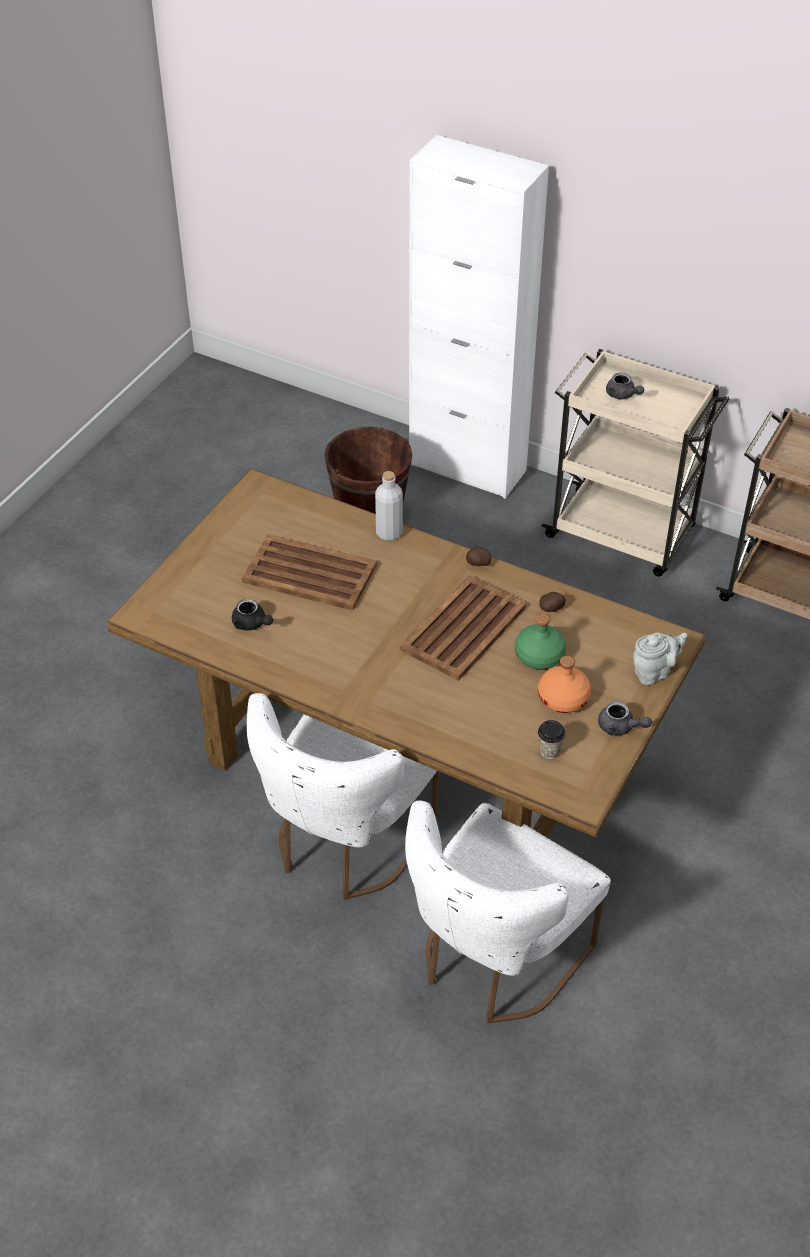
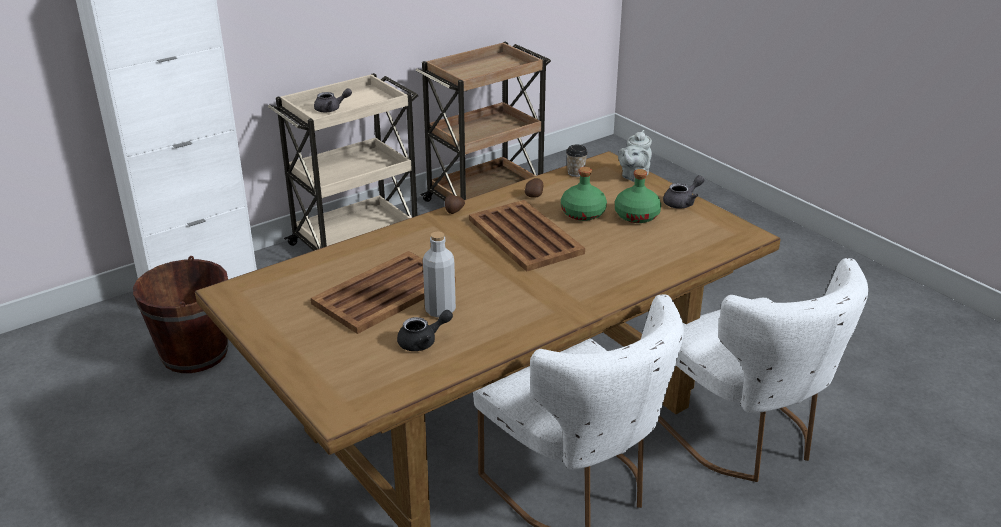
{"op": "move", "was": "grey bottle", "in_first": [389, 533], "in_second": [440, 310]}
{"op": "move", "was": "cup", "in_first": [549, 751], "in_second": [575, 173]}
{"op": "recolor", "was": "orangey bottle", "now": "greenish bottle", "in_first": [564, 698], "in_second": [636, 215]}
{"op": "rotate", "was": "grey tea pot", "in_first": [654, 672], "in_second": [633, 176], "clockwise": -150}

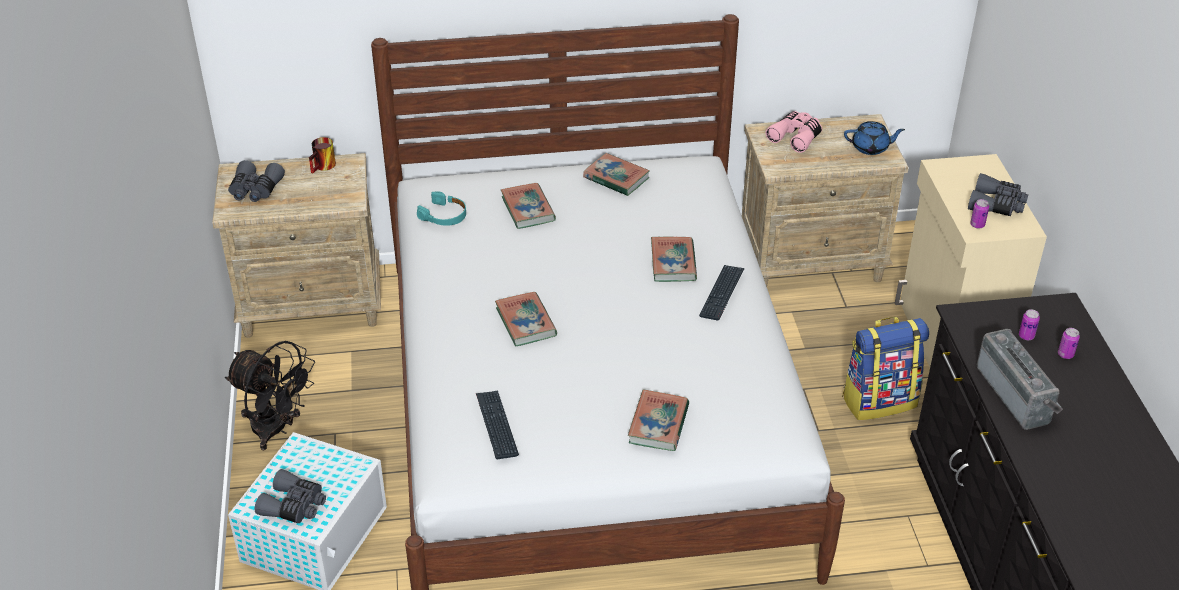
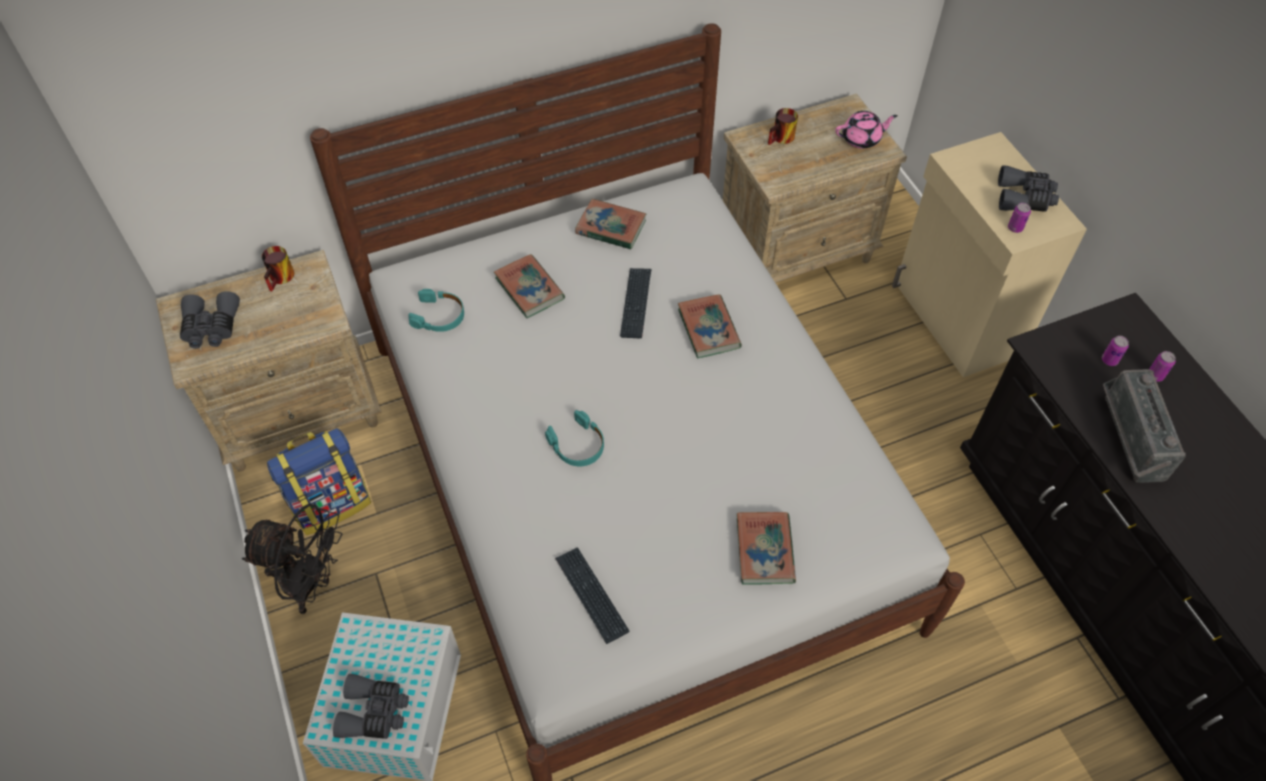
{"op": "move", "was": "computer keyboard", "in_first": [721, 293], "in_second": [636, 303]}
{"op": "move", "was": "knapsack", "in_first": [879, 400], "in_second": [331, 503]}
{"op": "replace", "was": "bound book", "now": "turquoise headphones", "in_first": [526, 322], "in_second": [577, 445]}
{"op": "replace", "was": "pinkish field glasses", "now": "mug", "in_first": [796, 137], "in_second": [782, 139]}
{"op": "recolor", "was": "blue-coloured tea pot", "now": "pinkish tea pot", "in_first": [871, 148], "in_second": [862, 139]}
{"op": "rotate", "was": "radio", "in_first": [1017, 394], "in_second": [1127, 439], "clockwise": -150}

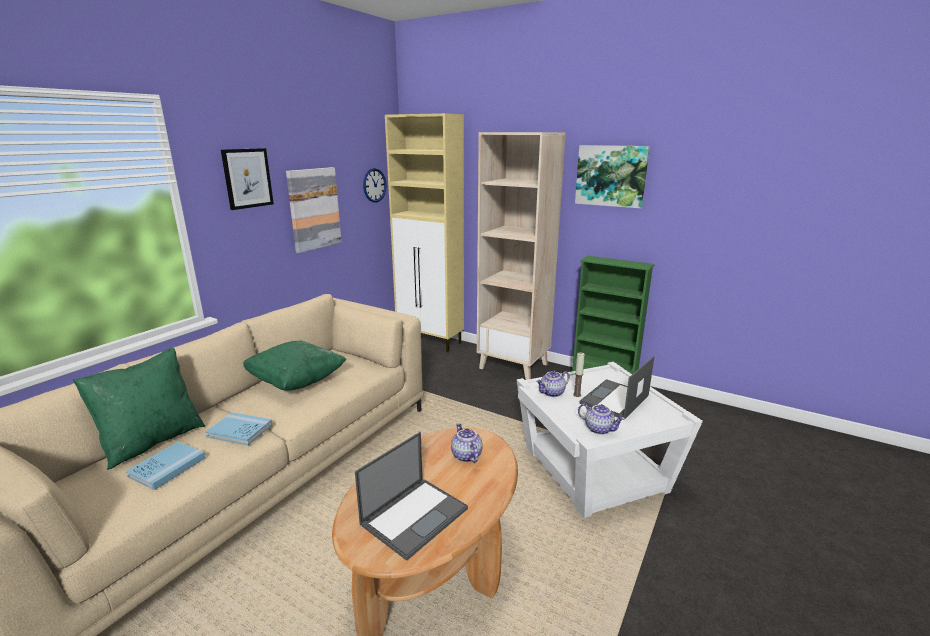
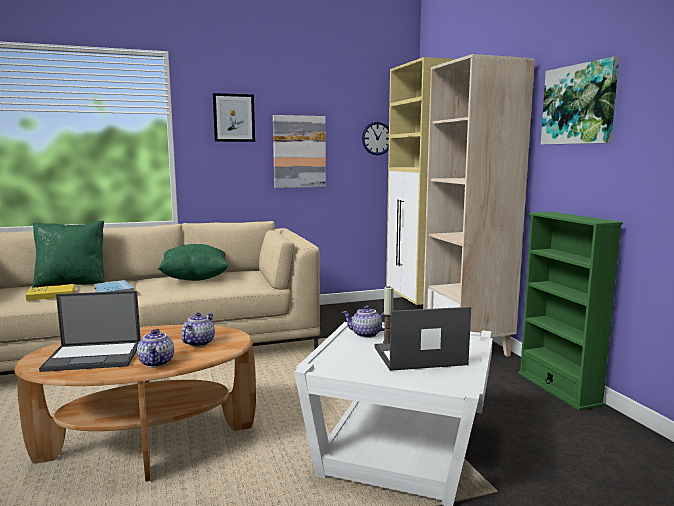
{"op": "move", "was": "tea pot", "in_first": [599, 429], "in_second": [157, 363]}
{"op": "recolor", "was": "blue-coloured bound book", "now": "yellow-coloured bound book", "in_first": [167, 467], "in_second": [51, 294]}

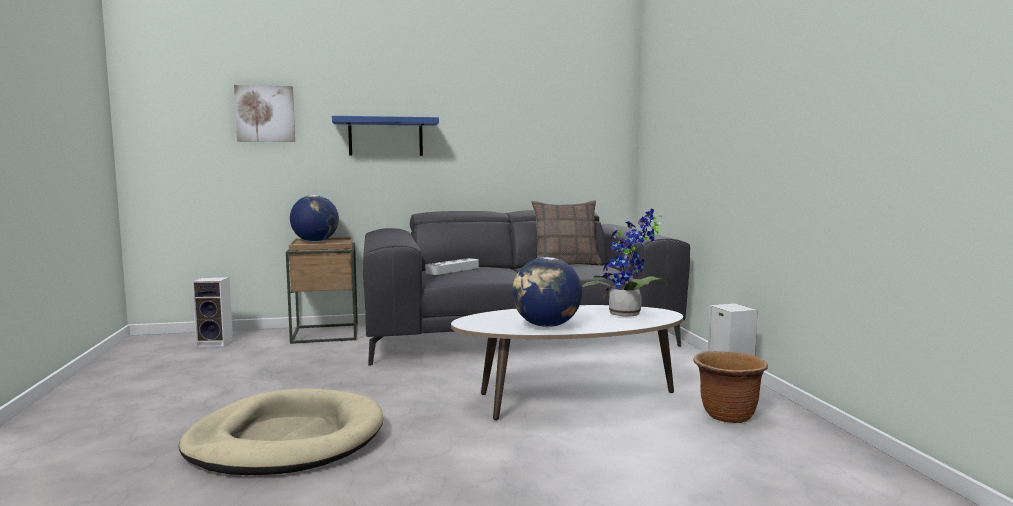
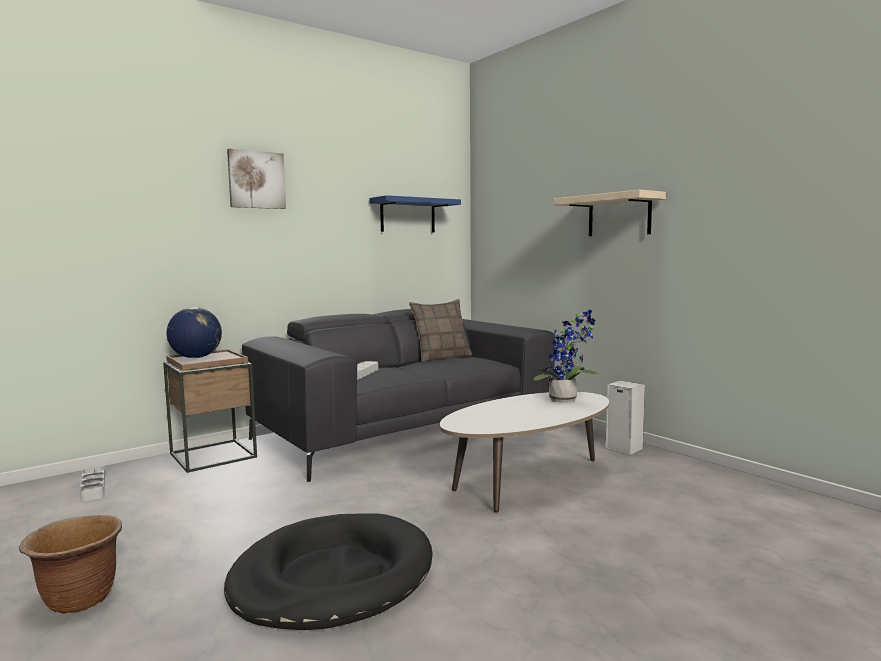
{"op": "delete", "was": "globe", "in_first": [546, 326]}
{"op": "insert", "now": "beige-coloured wall shelf", "in_second": [619, 215]}
{"op": "move", "was": "picture", "in_first": [265, 114], "in_second": [256, 180]}
{"op": "move", "was": "blue-coloured wall shelf", "in_first": [385, 137], "in_second": [408, 216]}
{"op": "move", "was": "brownish plant pot", "in_first": [727, 415], "in_second": [79, 599]}
{"op": "replace", "was": "speaker", "now": "grey carrying tray", "in_first": [216, 343], "in_second": [93, 487]}
{"op": "recolor", "was": "beige-coloured dog bed", "now": "black-coloured dog bed", "in_first": [286, 440], "in_second": [332, 577]}

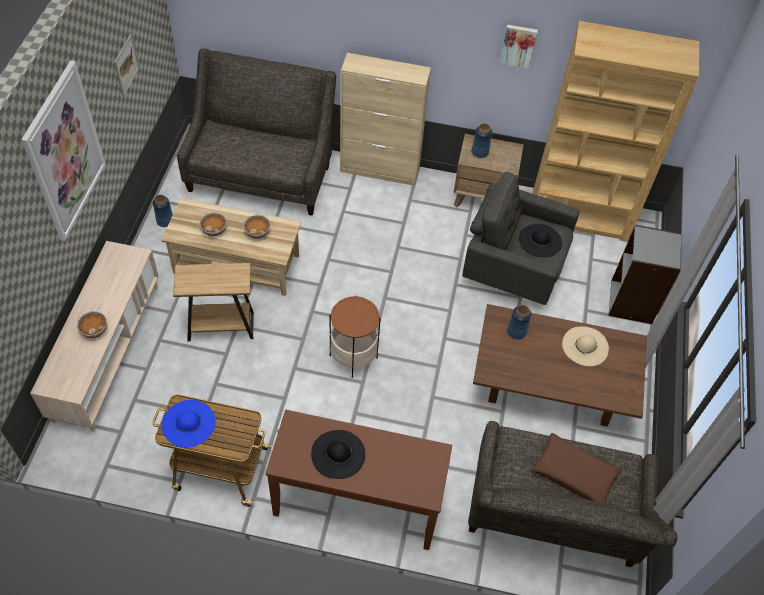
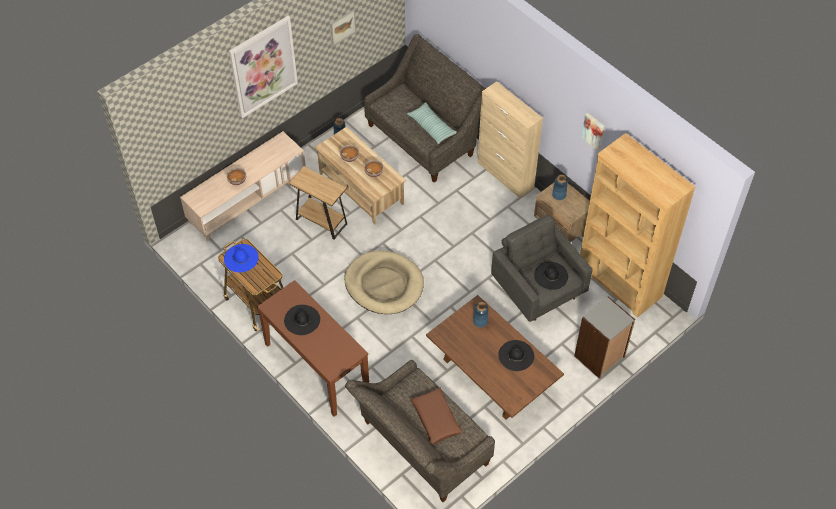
{"op": "insert", "now": "throw pillow", "in_second": [431, 127]}
{"op": "replace", "was": "side table", "now": "beige-coloured dog bed", "in_first": [353, 357], "in_second": [384, 284]}
{"op": "recolor", "was": "beige-coloured wearable hat", "now": "black-coloured wearable hat", "in_first": [585, 346], "in_second": [516, 355]}

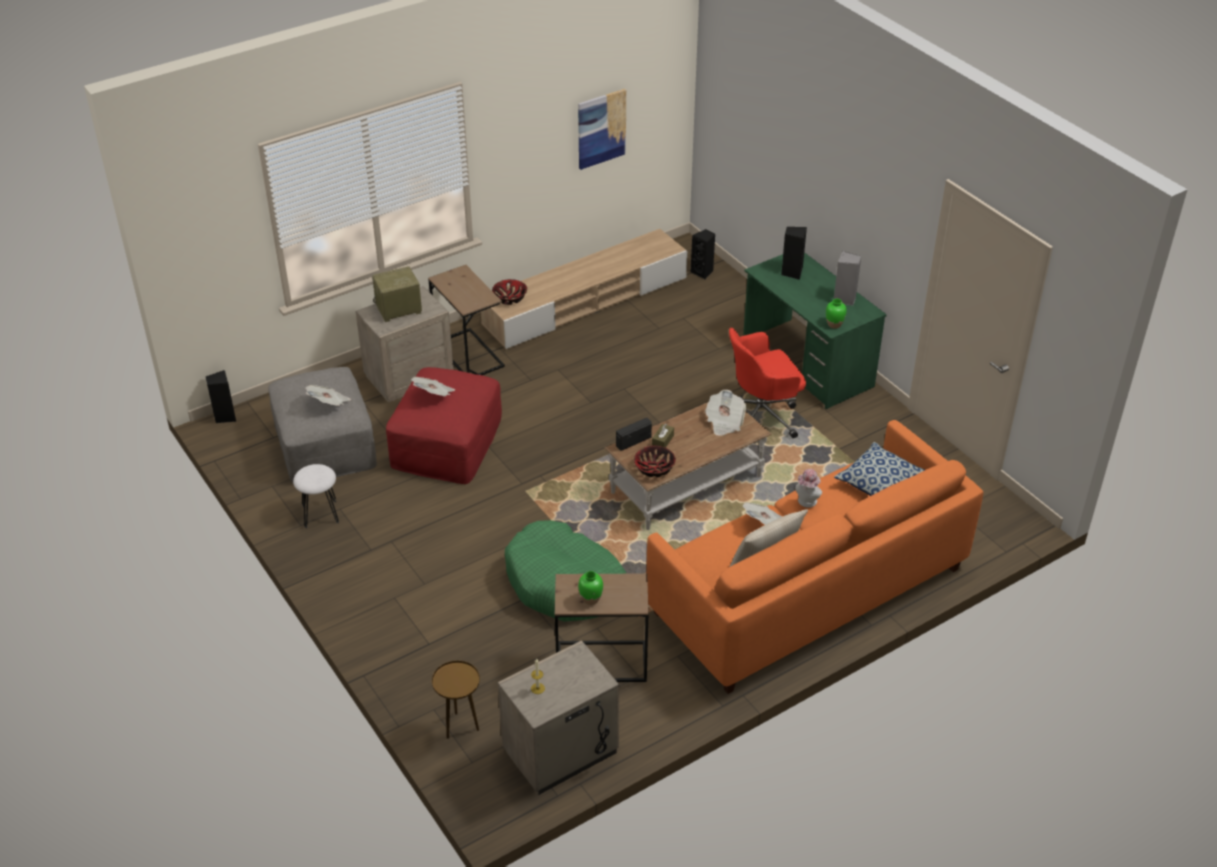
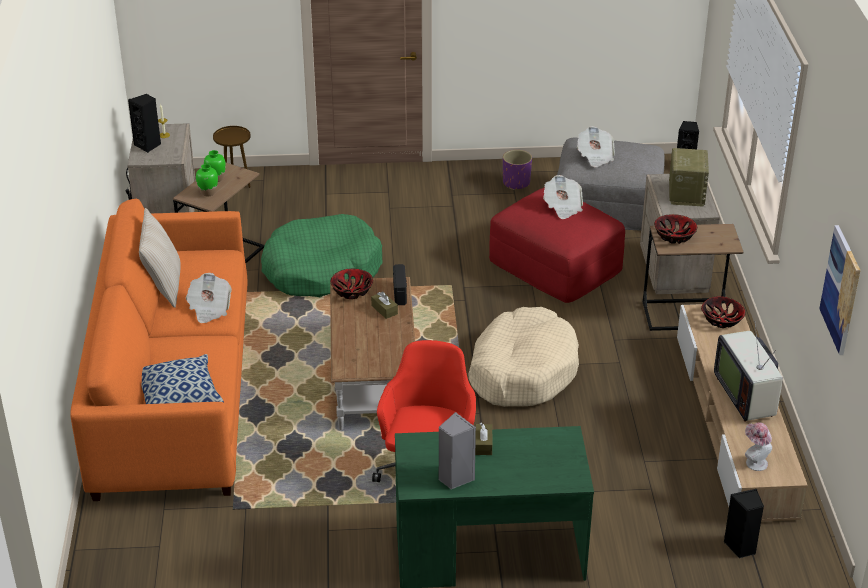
{"op": "delete", "was": "printed paper", "in_first": [724, 422]}
{"op": "insert", "now": "beige-coloured dog bed", "in_second": [522, 371]}
{"op": "insert", "now": "brownish tissue box", "in_second": [483, 444]}
{"op": "insert", "now": "serving bowl", "in_second": [674, 236]}
{"op": "insert", "now": "television", "in_second": [747, 395]}
{"op": "move", "was": "black-coloured speaker", "in_first": [792, 272], "in_second": [148, 145]}
{"op": "move", "was": "wearable hat", "in_first": [806, 502], "in_second": [754, 461]}
{"op": "move", "was": "greenish flower vase", "in_first": [834, 324], "in_second": [208, 193]}
{"op": "replace", "was": "white stool seat", "now": "purple-coloured plant pot", "in_first": [320, 514], "in_second": [516, 183]}

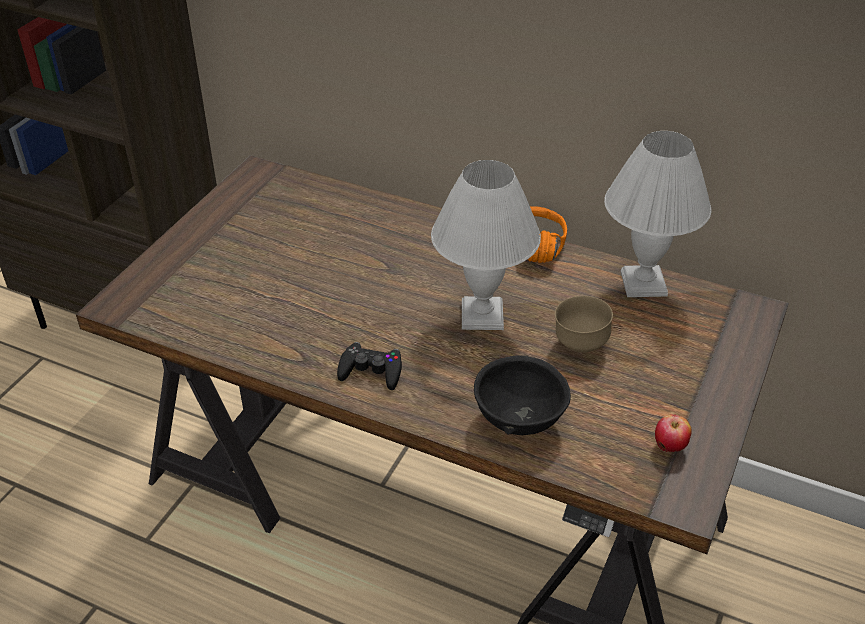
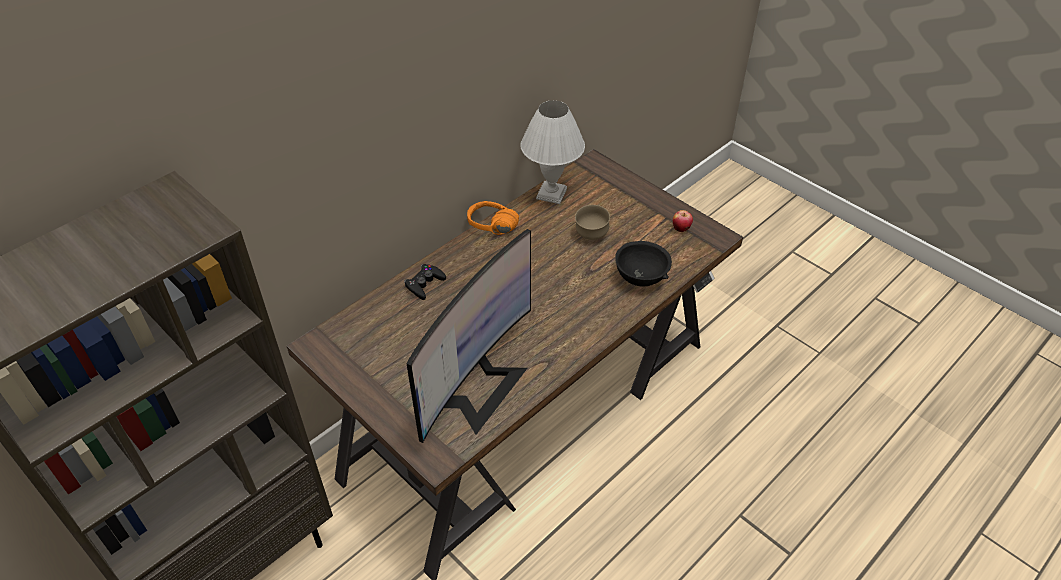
{"op": "delete", "was": "white lamp for a table", "in_first": [483, 315]}
{"op": "insert", "now": "computer screen", "in_second": [476, 387]}
{"op": "move", "was": "black-coloured game controller", "in_first": [371, 371], "in_second": [424, 284]}

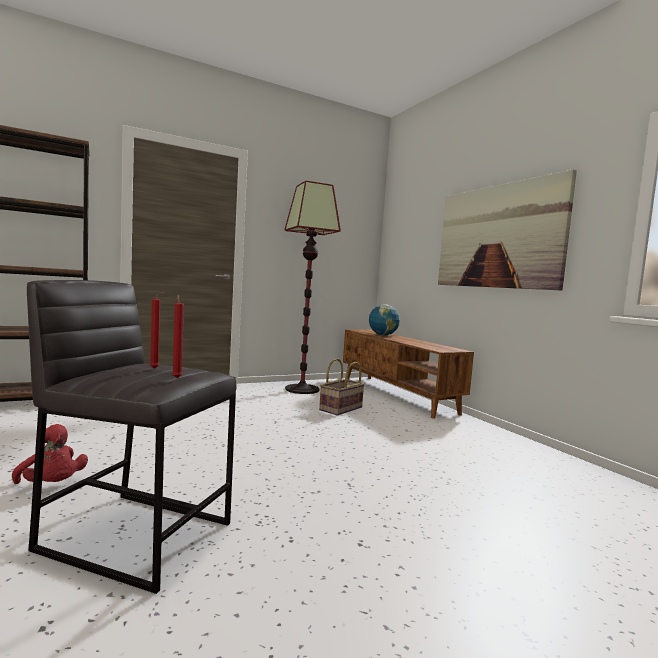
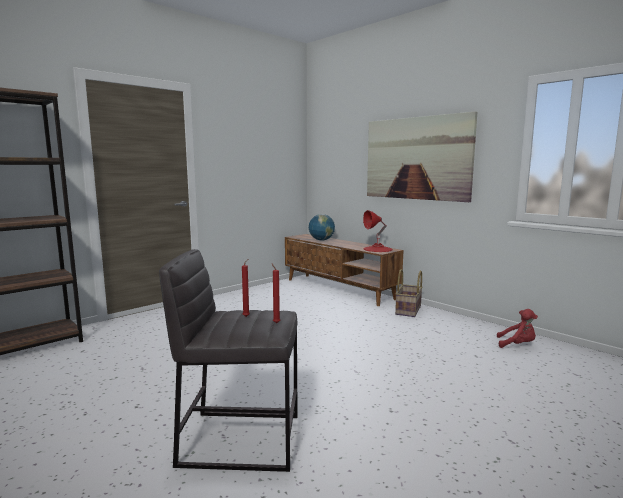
{"op": "delete", "was": "floor lamp", "in_first": [302, 389]}
{"op": "insert", "now": "red lamp for a table", "in_second": [377, 249]}
{"op": "move", "was": "red plush toy", "in_first": [52, 485], "in_second": [517, 345]}
{"op": "move", "was": "basket", "in_first": [341, 409], "in_second": [409, 310]}

